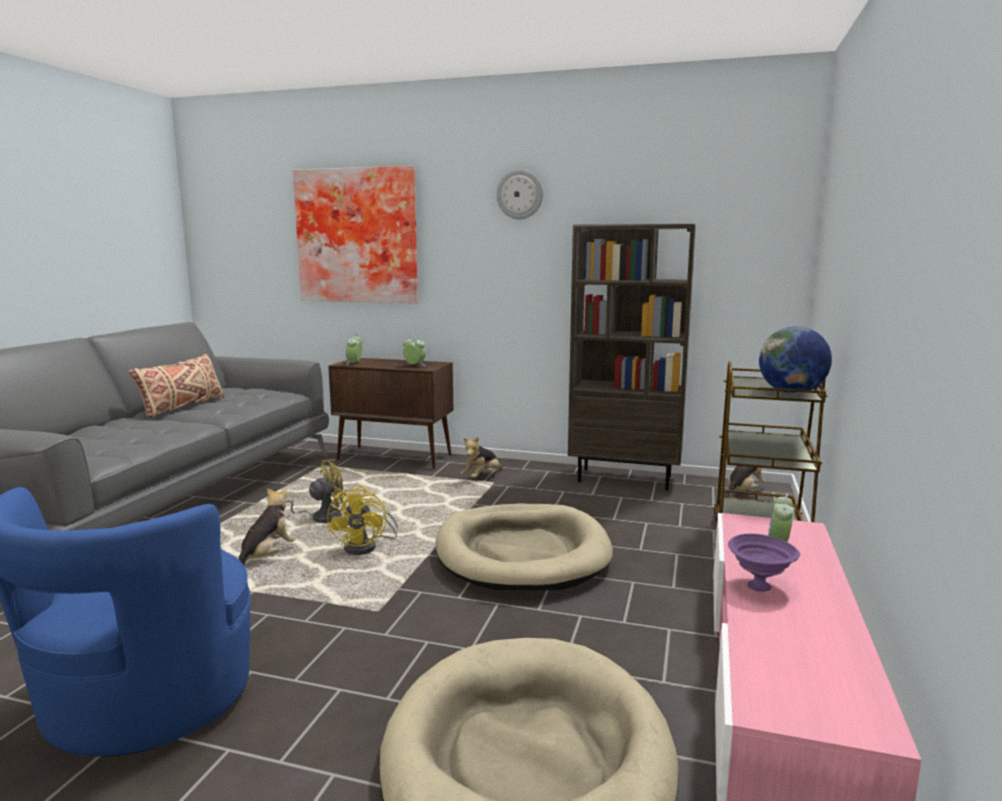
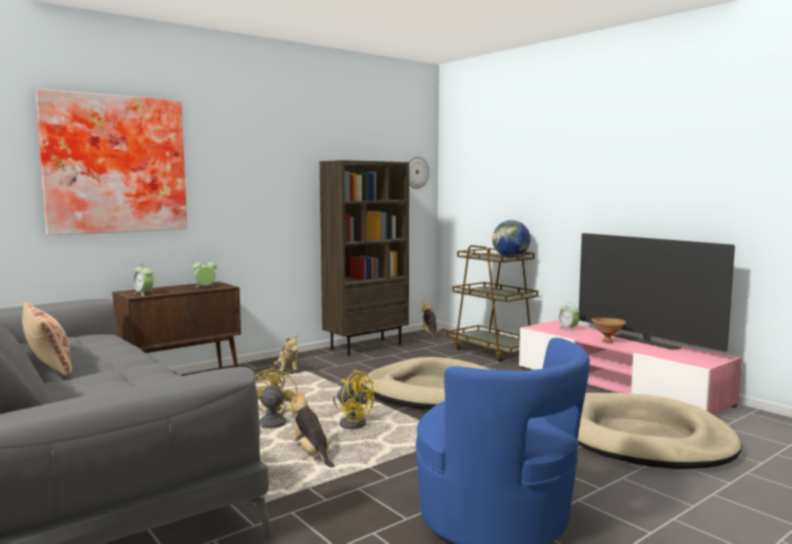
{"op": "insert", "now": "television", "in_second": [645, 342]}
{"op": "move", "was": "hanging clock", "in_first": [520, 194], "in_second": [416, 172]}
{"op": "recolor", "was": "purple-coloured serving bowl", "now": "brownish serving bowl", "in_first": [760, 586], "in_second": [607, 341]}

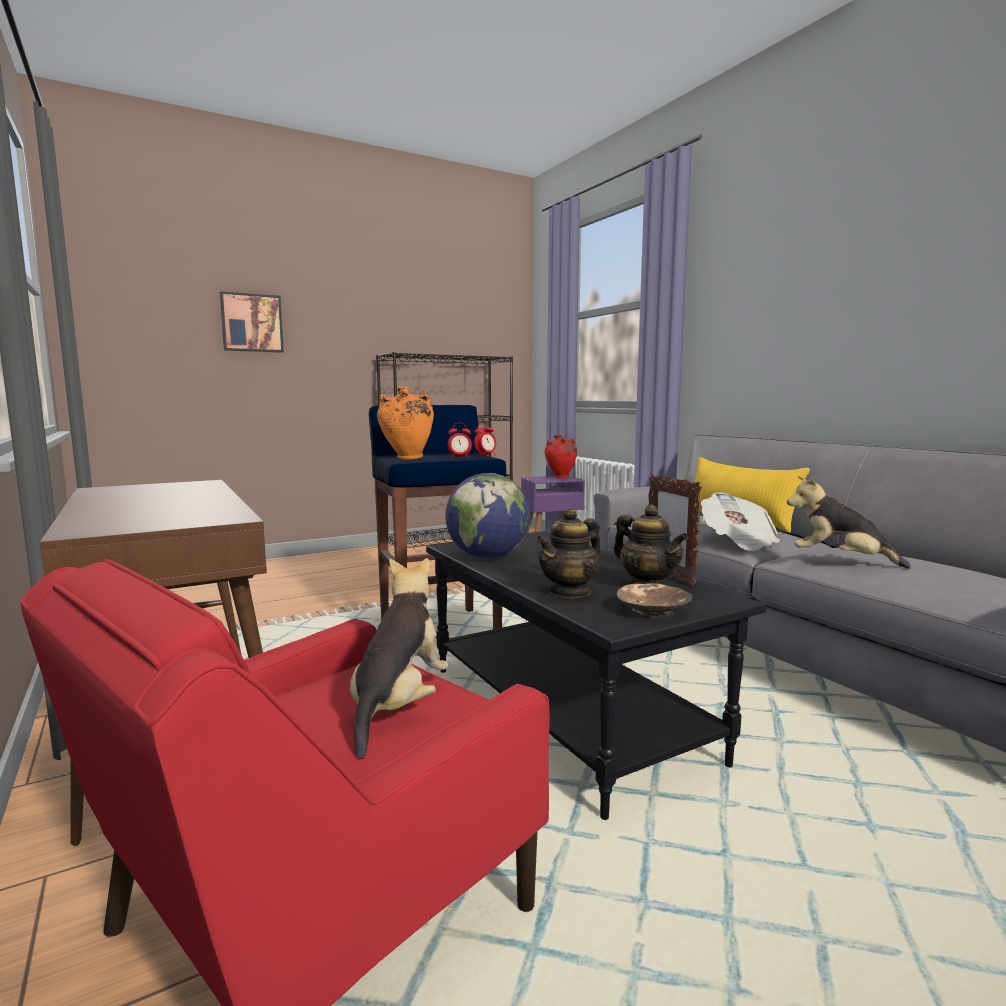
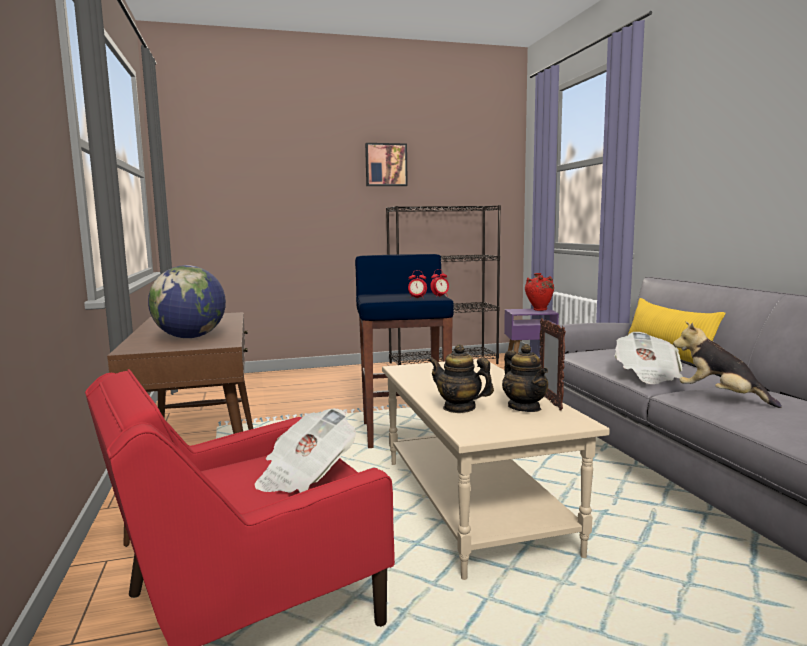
{"op": "delete", "was": "orangey flower vase", "in_first": [407, 458]}
{"op": "delete", "was": "brownish serving bowl", "in_first": [654, 611]}
{"op": "move", "was": "picture", "in_first": [251, 323], "in_second": [386, 165]}
{"op": "move", "was": "globe", "in_first": [488, 557], "in_second": [190, 337]}
{"op": "replace", "was": "plush toy", "now": "printed paper", "in_first": [398, 705], "in_second": [305, 476]}
{"op": "recolor", "was": "black-coloured coffee table", "now": "beige-coloured coffee table", "in_first": [568, 713], "in_second": [475, 504]}
{"op": "rotate", "was": "tea pot", "in_first": [569, 591], "in_second": [459, 408], "clockwise": 60}

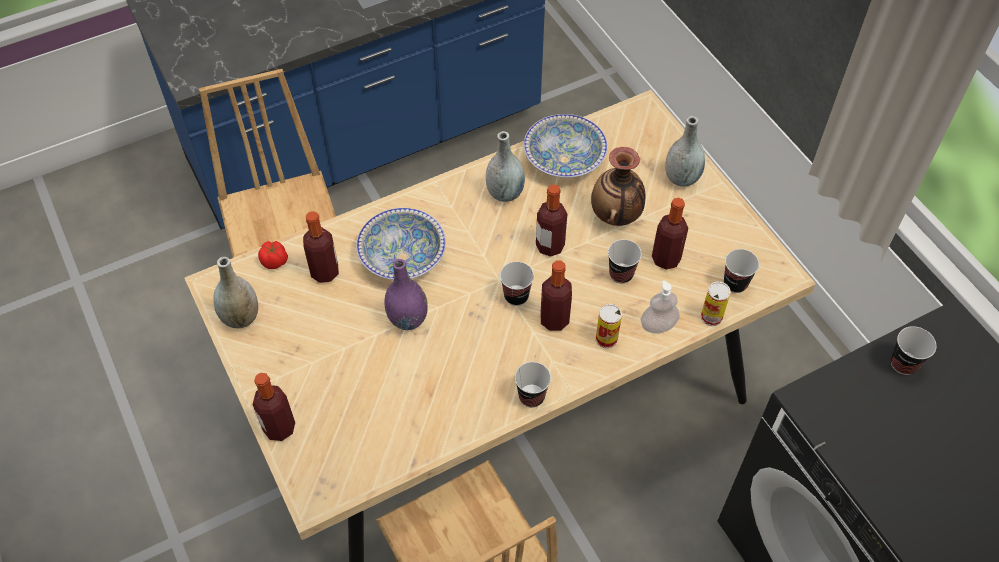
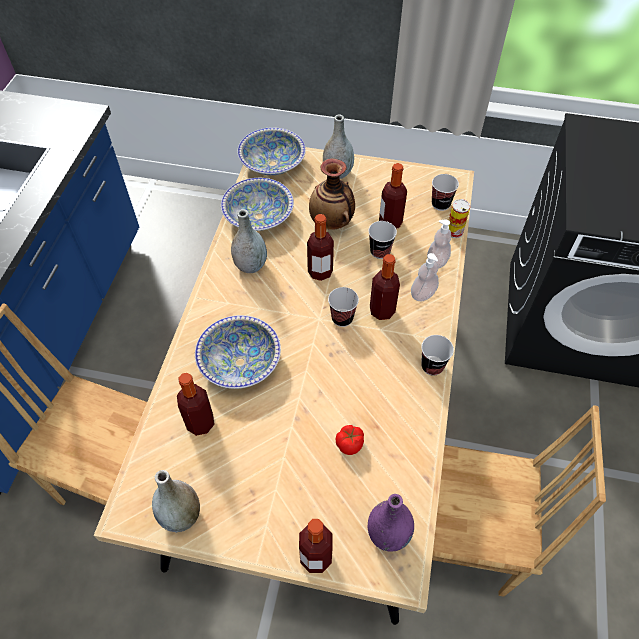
{"op": "delete", "was": "cup", "in_first": [903, 364]}
{"op": "insert", "now": "serving bowl", "in_second": [272, 163]}
{"op": "move", "was": "fresh tomato", "in_first": [275, 261], "in_second": [350, 444]}
{"op": "move", "was": "purple-coloured flower vase", "in_first": [408, 319], "in_second": [388, 534]}
{"op": "replace", "was": "metal can", "now": "soap dispenser", "in_first": [606, 339], "in_second": [423, 294]}

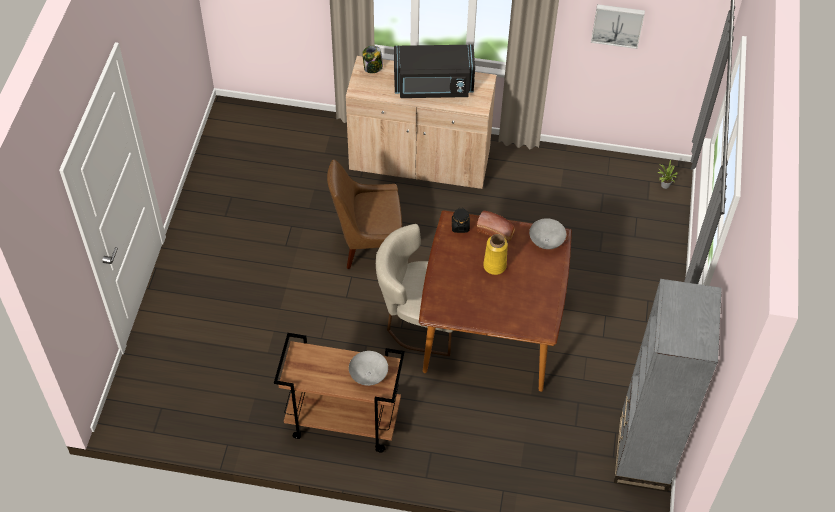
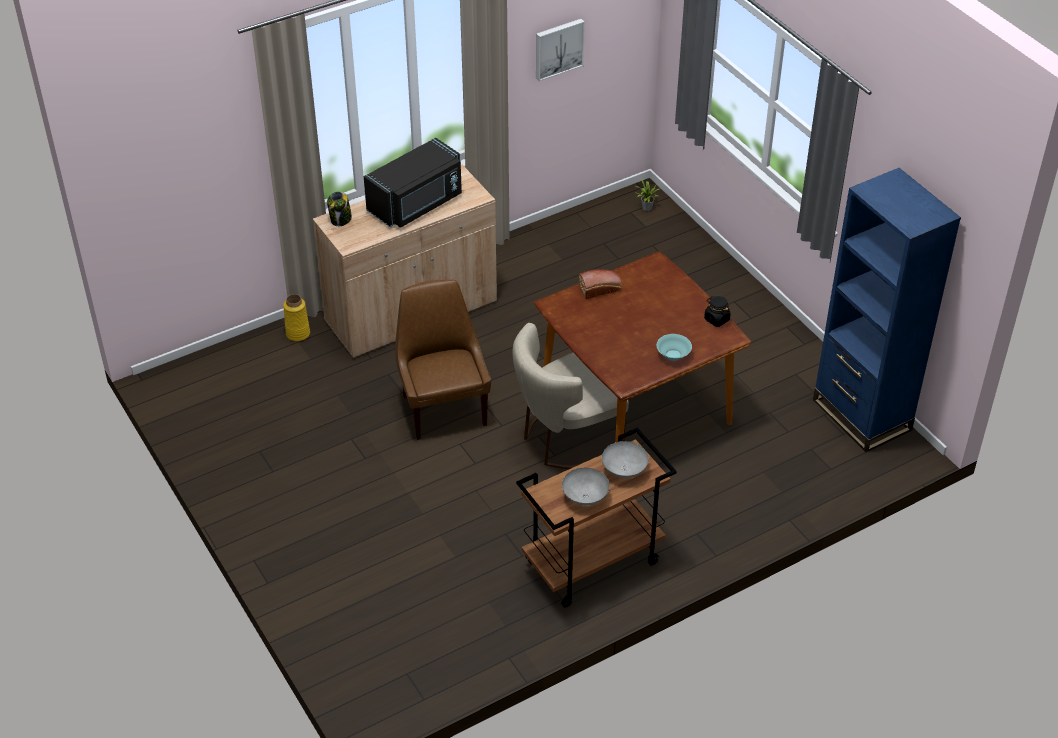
{"op": "insert", "now": "turquoise serving bowl", "in_second": [673, 355]}
{"op": "move", "was": "black-coloured preserve jar", "in_first": [460, 226], "in_second": [716, 319]}
{"op": "move", "was": "yellow-coloured flower vase", "in_first": [494, 266], "in_second": [297, 334]}
{"op": "move", "was": "grey serving bowl", "in_first": [547, 241], "in_second": [586, 497]}
{"op": "recolor", "was": "grey bookcase", "now": "blue-coloured bookcase", "in_first": [643, 453], "in_second": [861, 415]}
{"op": "rotate", "was": "brownish upright chair", "in_first": [368, 244], "in_second": [443, 408], "clockwise": 120}

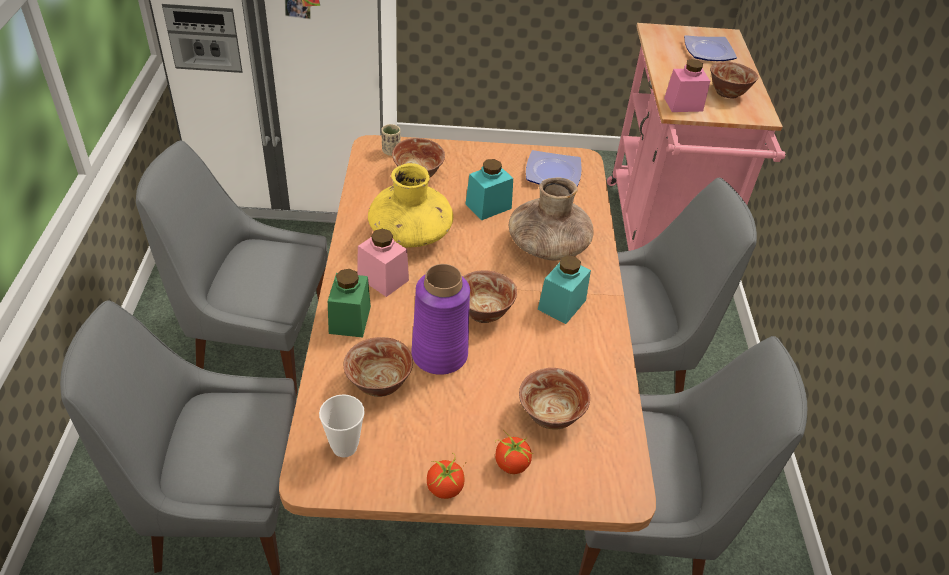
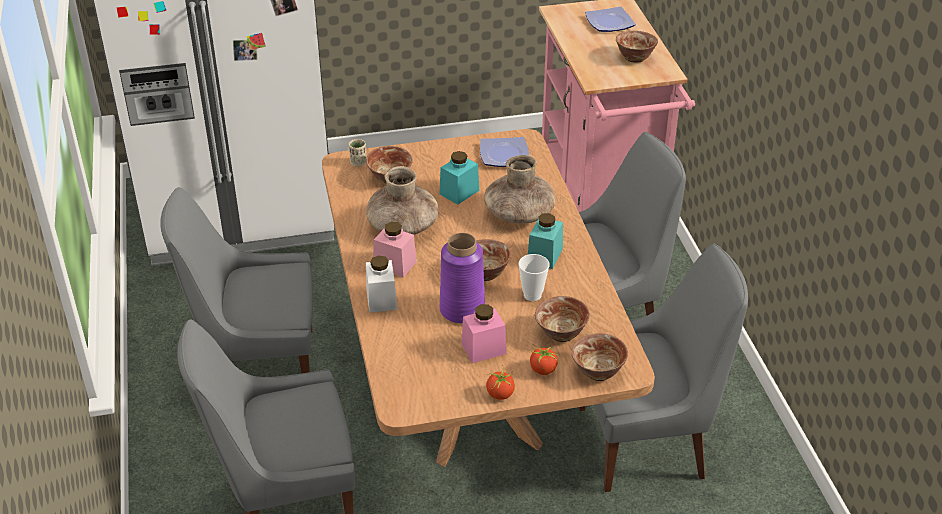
{"op": "move", "was": "cup", "in_first": [344, 446], "in_second": [532, 295]}
{"op": "move", "was": "serving bowl", "in_first": [379, 384], "in_second": [598, 372]}
{"op": "move", "was": "pinkish preserve jar", "in_first": [683, 104], "in_second": [483, 349]}
{"op": "recolor", "was": "greenish preserve jar", "now": "white preserve jar", "in_first": [350, 319], "in_second": [381, 299]}
{"op": "recolor", "was": "yellow-coloured flower vase", "now": "brownish flower vase", "in_first": [410, 233], "in_second": [403, 226]}

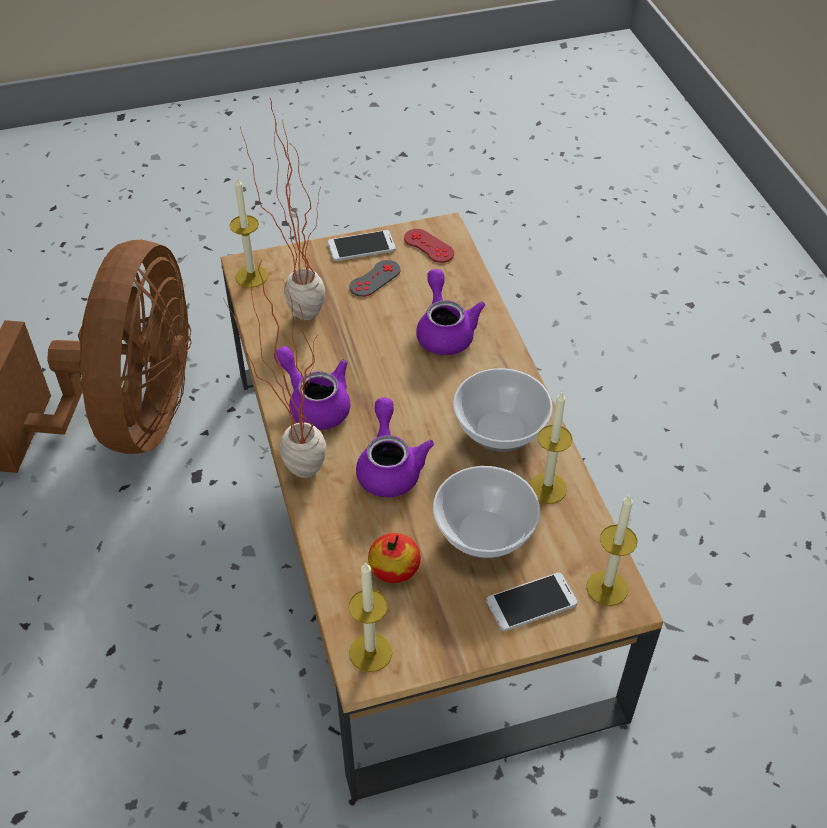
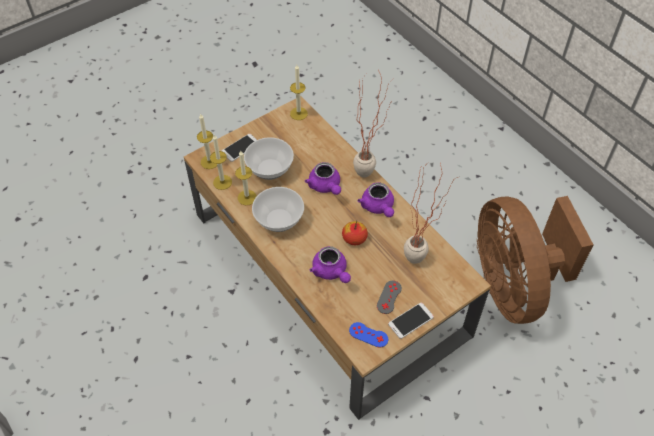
{"op": "move", "was": "wax light", "in_first": [251, 276], "in_second": [222, 182]}
{"op": "move", "was": "whole apple", "in_first": [394, 568], "in_second": [354, 238]}
{"op": "recolor", "was": "red game controller", "now": "blue-coloured game controller", "in_first": [429, 246], "in_second": [368, 335]}
{"op": "rotate", "was": "purple-coloured tea pot", "in_first": [315, 403], "in_second": [378, 207], "clockwise": 45}

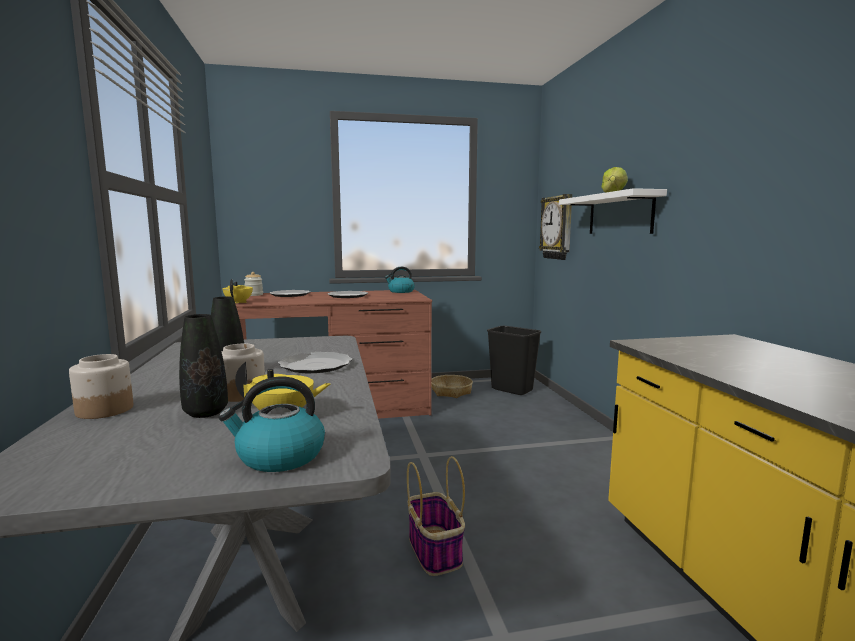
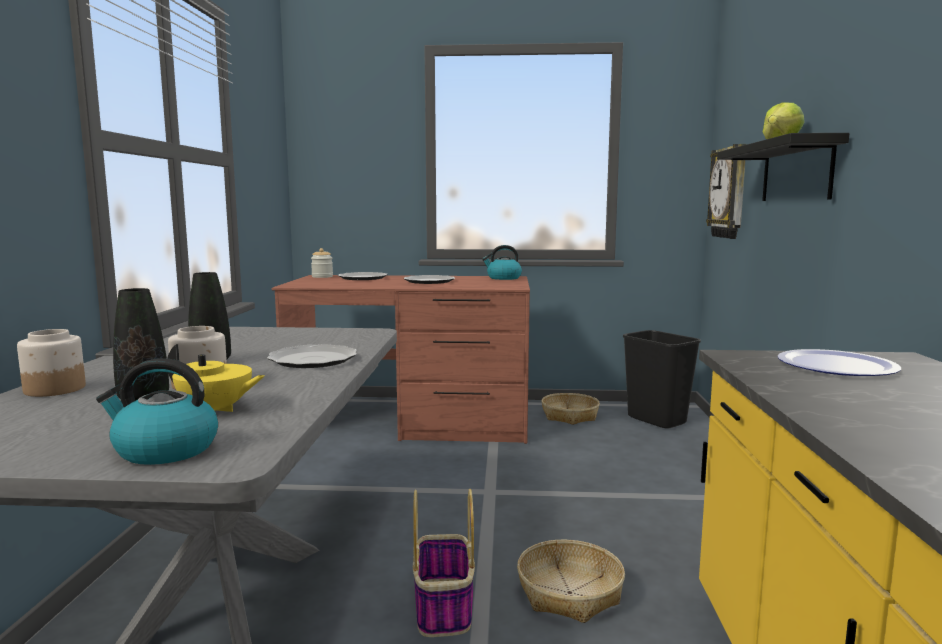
{"op": "delete", "was": "yellow-coloured tea pot", "in_first": [239, 302]}
{"op": "insert", "now": "basket", "in_second": [570, 592]}
{"op": "insert", "now": "dinner plate", "in_second": [837, 366]}
{"op": "recolor", "was": "white wall shelf", "now": "black-coloured wall shelf", "in_first": [619, 214], "in_second": [796, 172]}

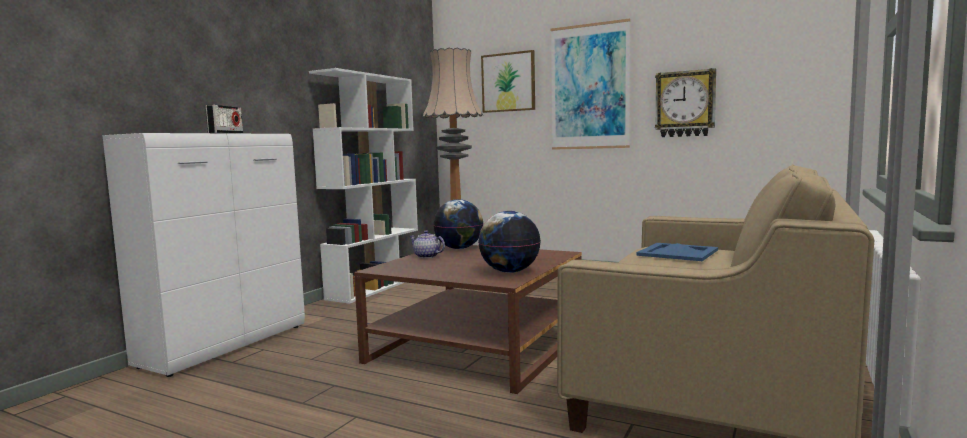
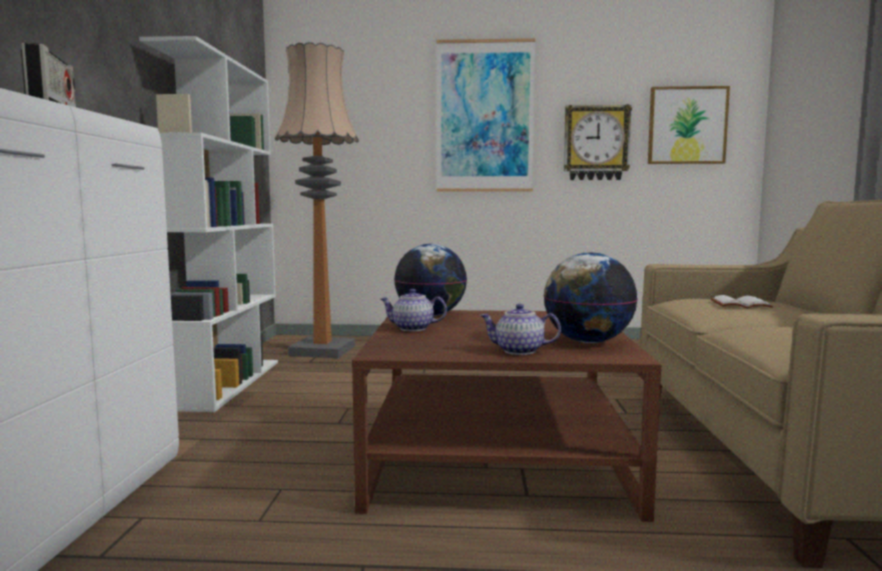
{"op": "insert", "now": "tea pot", "in_second": [518, 351]}
{"op": "move", "was": "picture", "in_first": [508, 82], "in_second": [687, 125]}
{"op": "replace", "was": "blue-coloured carrying tray", "now": "white bound book", "in_first": [677, 252], "in_second": [740, 305]}

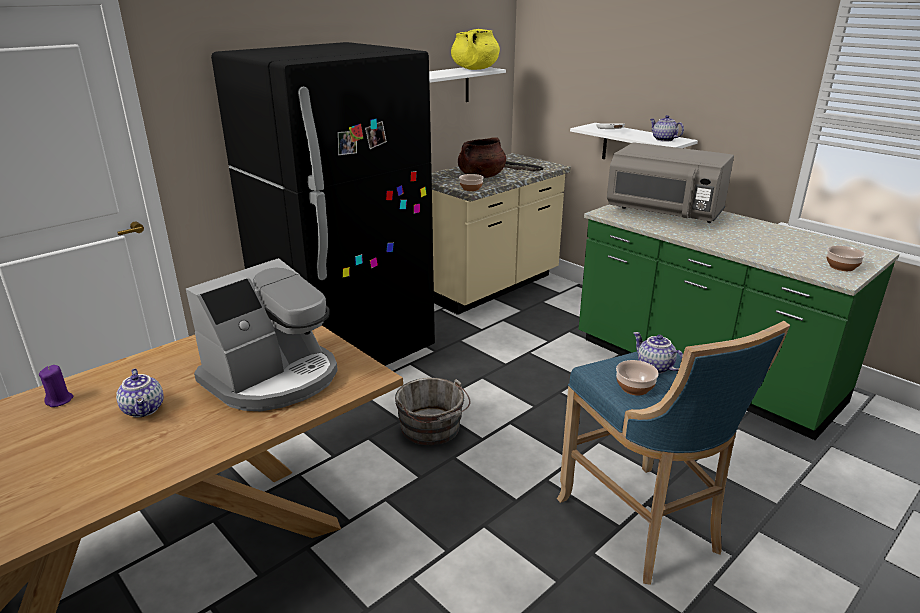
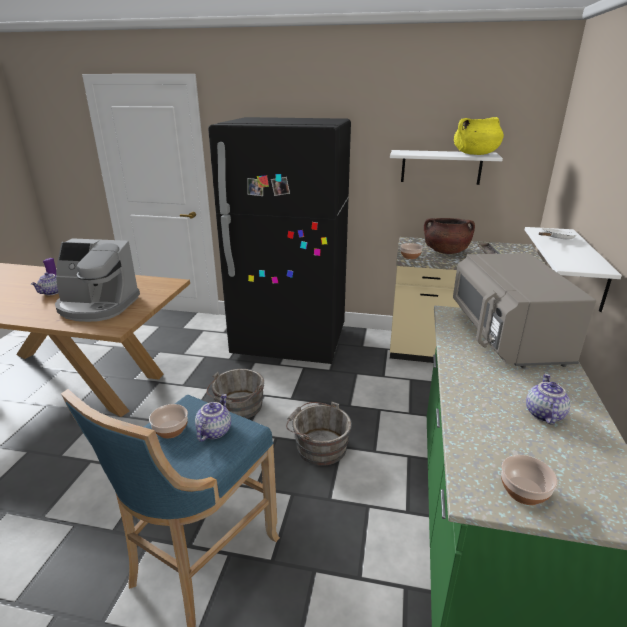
{"op": "insert", "now": "grey water bucket", "in_second": [318, 446]}
{"op": "move", "was": "tea pot", "in_first": [663, 140], "in_second": [543, 414]}

